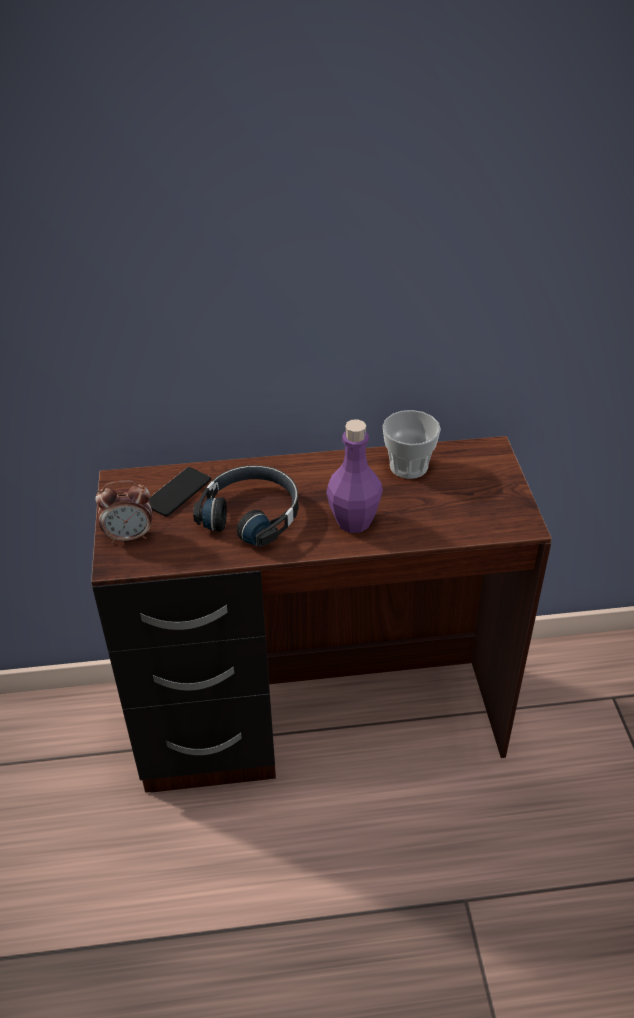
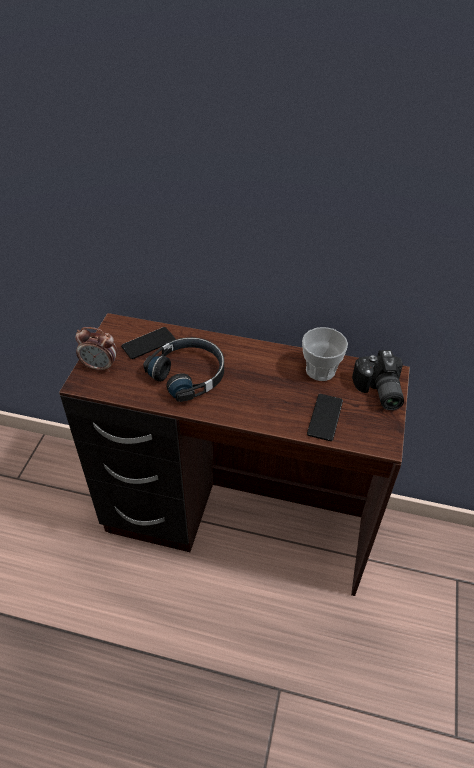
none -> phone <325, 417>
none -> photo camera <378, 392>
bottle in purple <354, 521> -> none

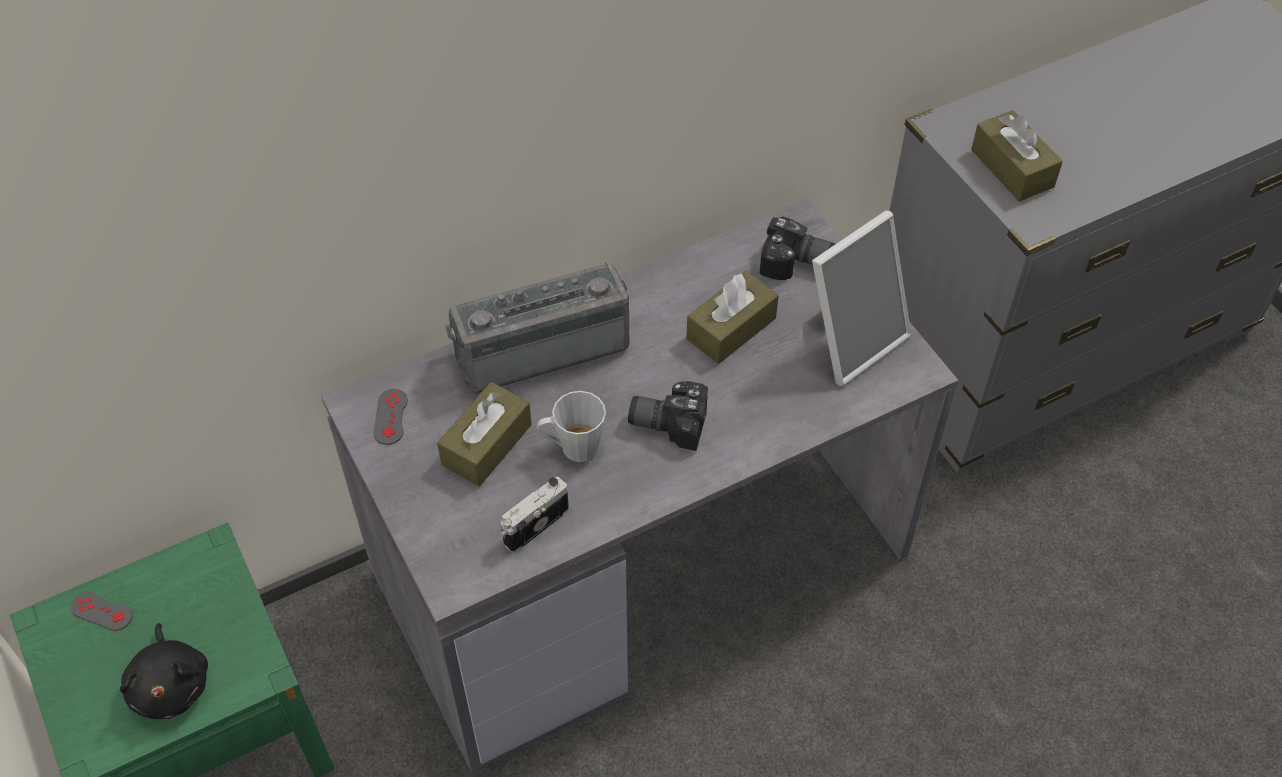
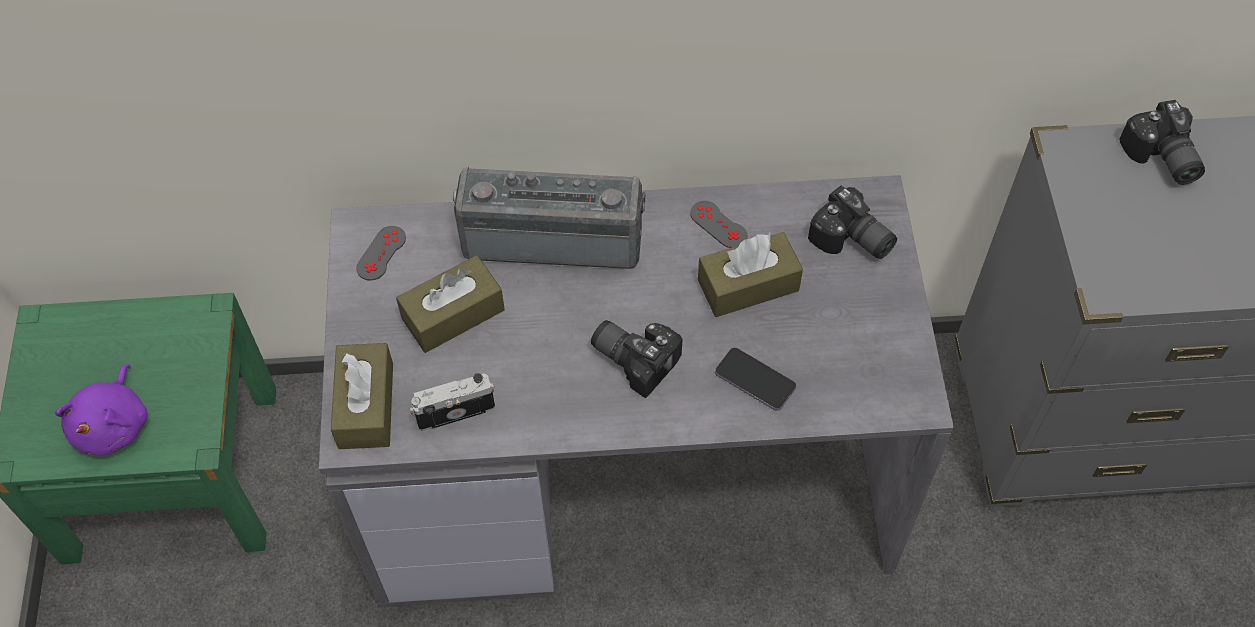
plush toy in black <171, 685> -> plush toy in purple <114, 425>
tissue box in brown <1012, 168> -> tissue box in brown <366, 405>, move
game controller in grey <102, 611> -> game controller in grey <718, 224>, move
none -> phone <755, 380>
none -> photo camera <1160, 159>
mug in grey <572, 447> -> none
picture frame <850, 339> -> none

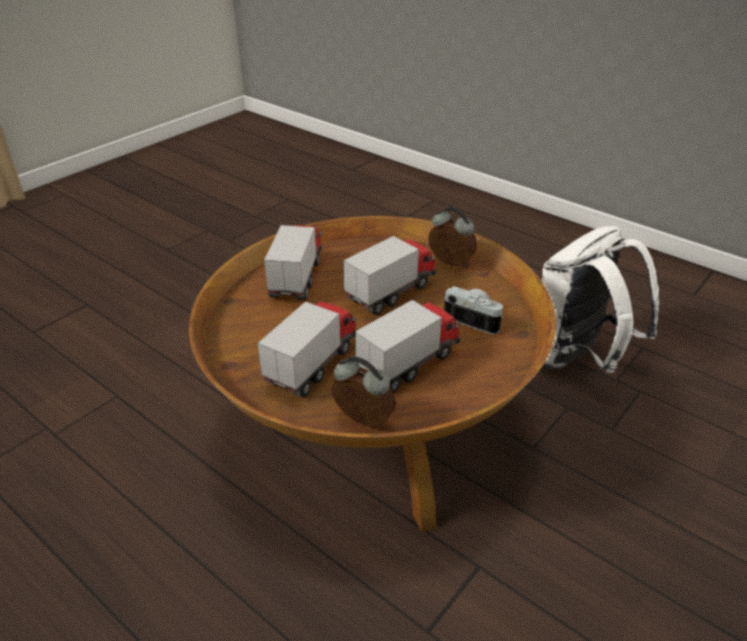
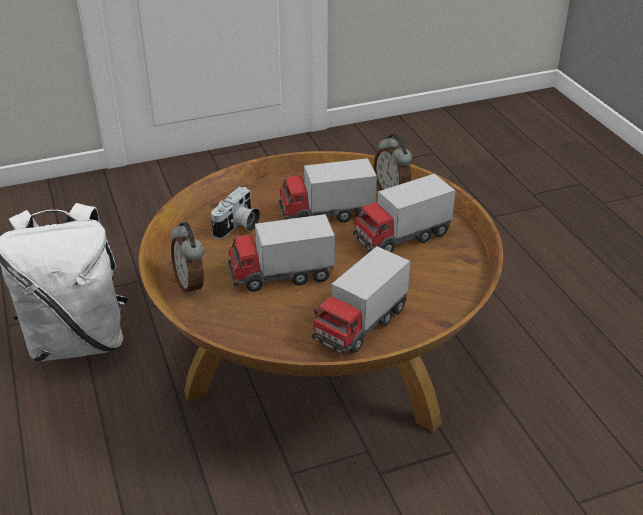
photo camera <474, 319> -> photo camera <238, 227>, 120 degrees counterclockwise

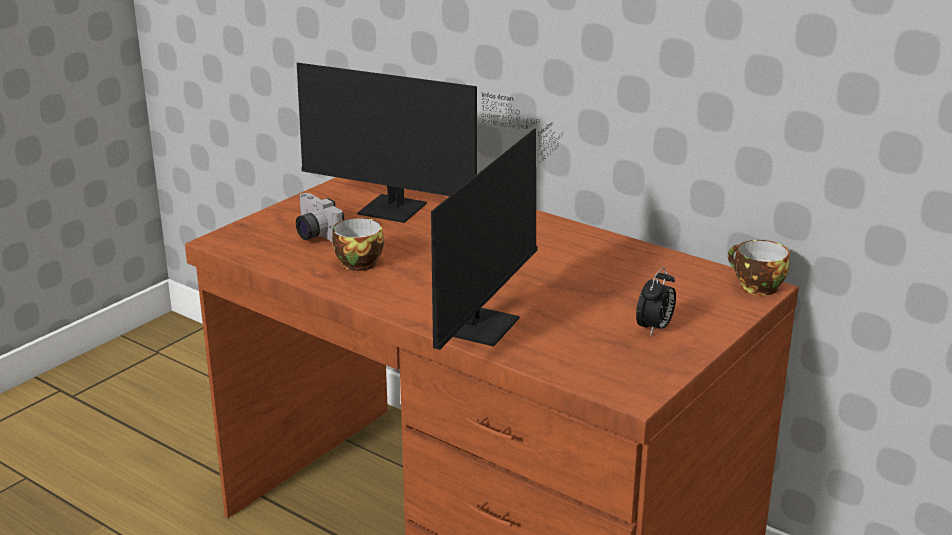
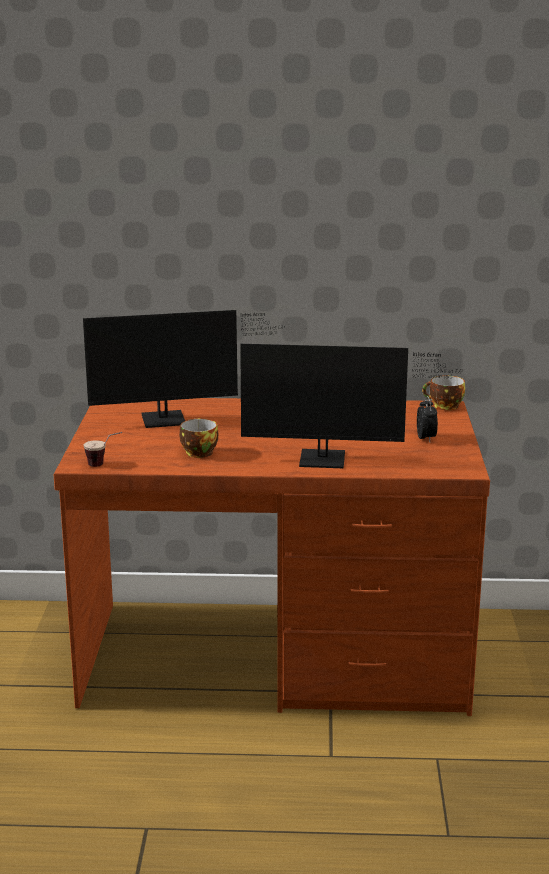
none -> cup <104, 465>
monitor <486, 321> -> monitor <330, 460>, 105 degrees clockwise
photo camera <314, 235> -> none

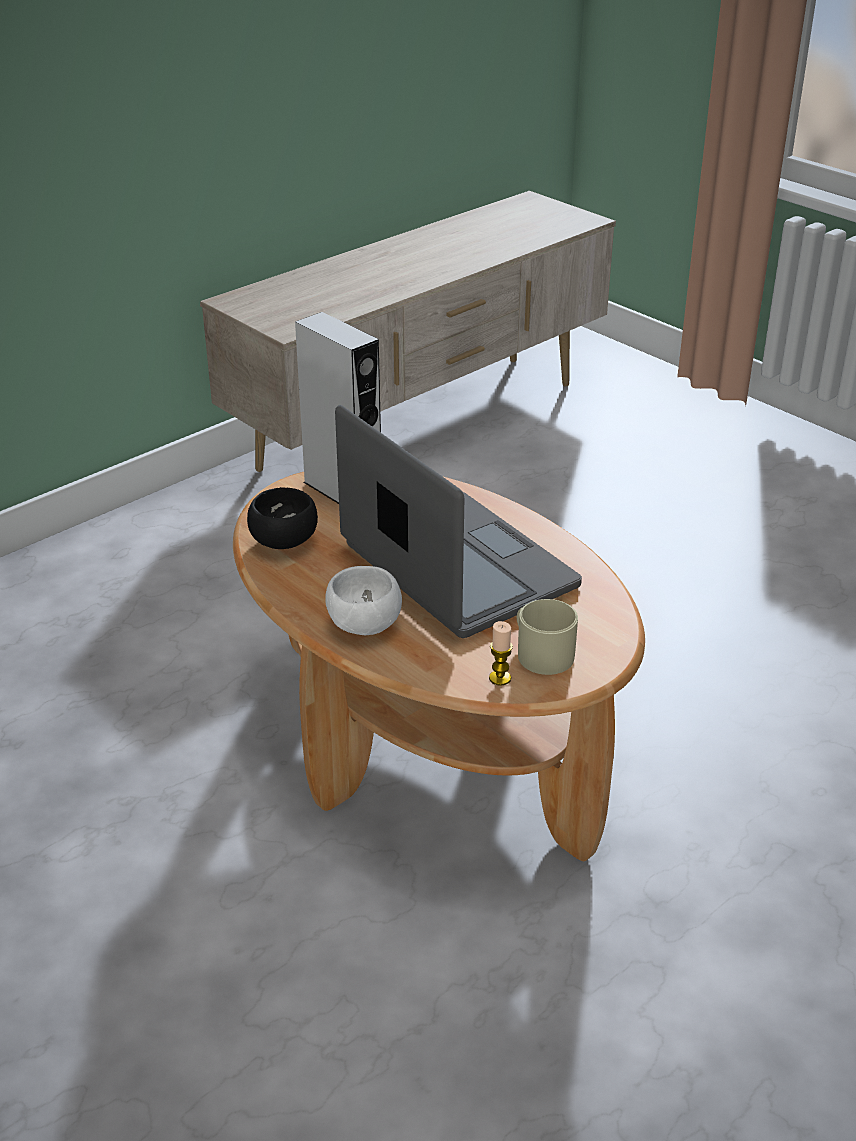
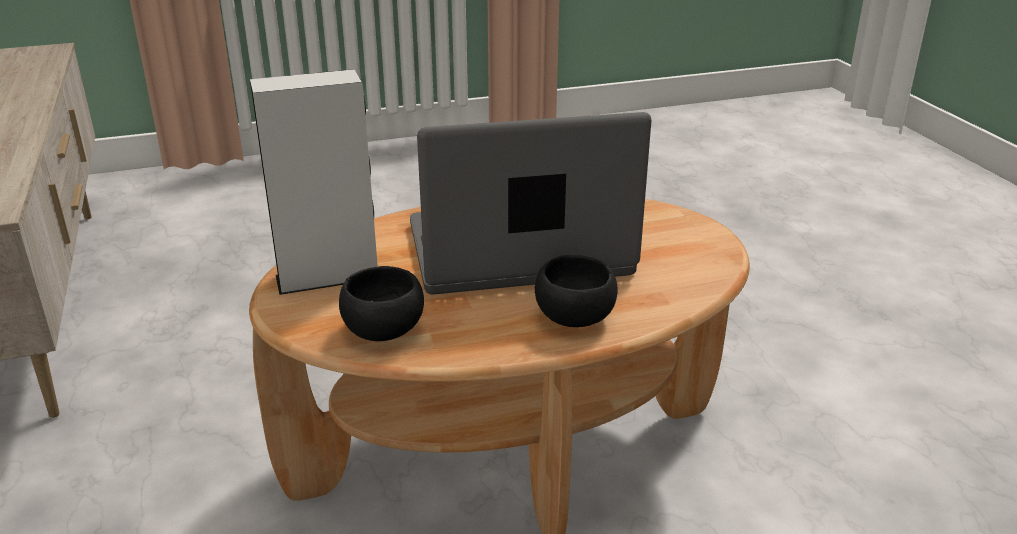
bowl in white <362, 624> -> bowl in black <573, 319>
candle <500, 678> -> none
mug in beige <540, 653> -> none

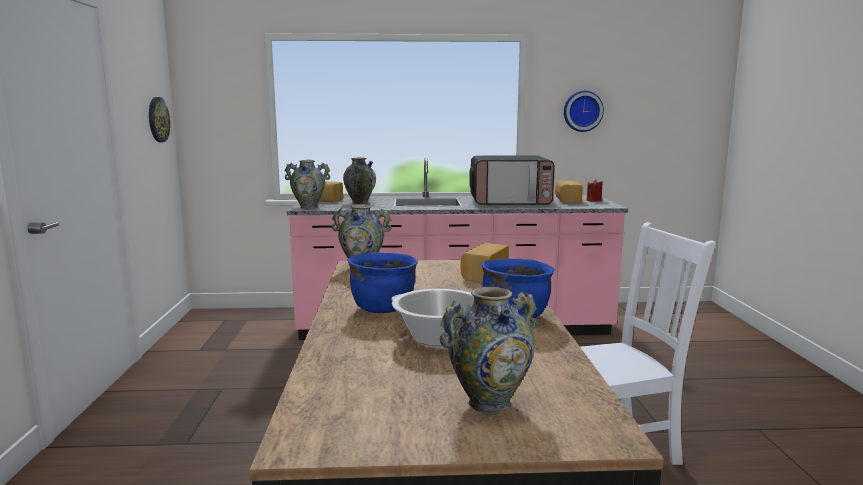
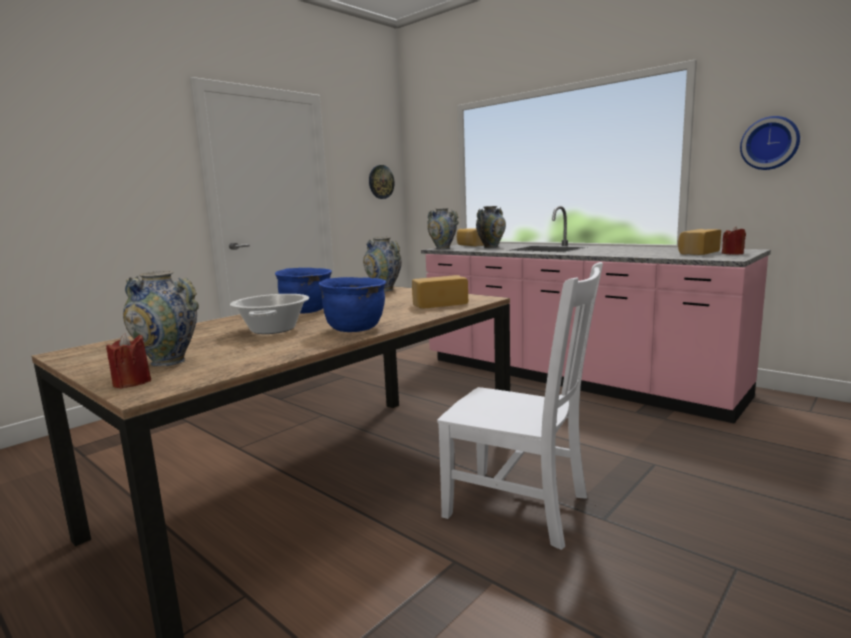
none -> candle in red <132, 383>
microwave <510, 202> -> none

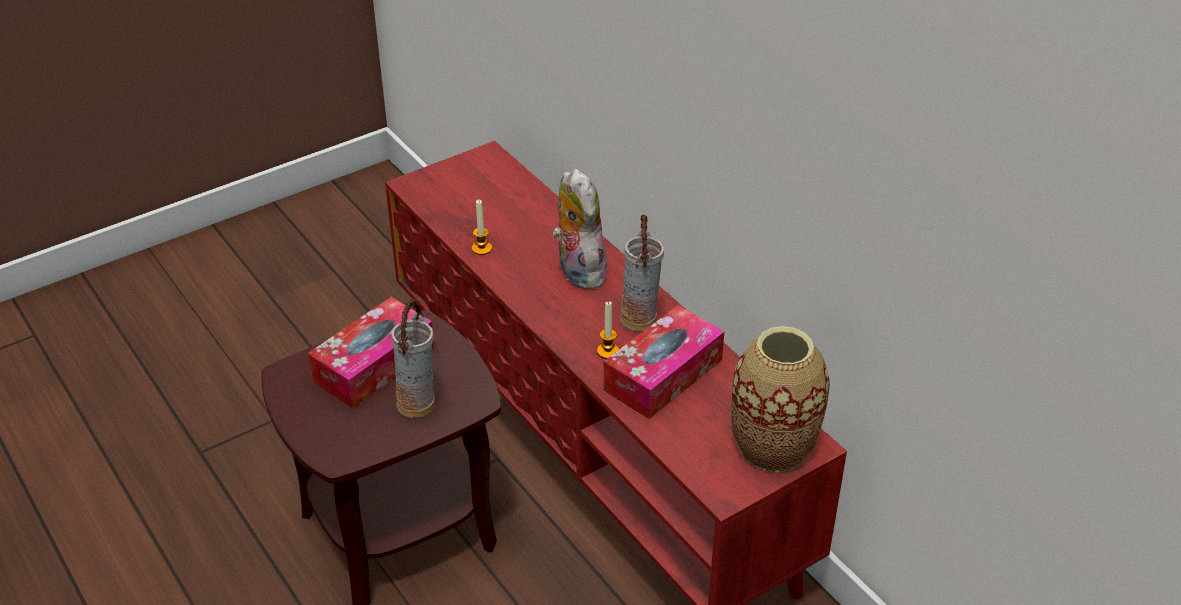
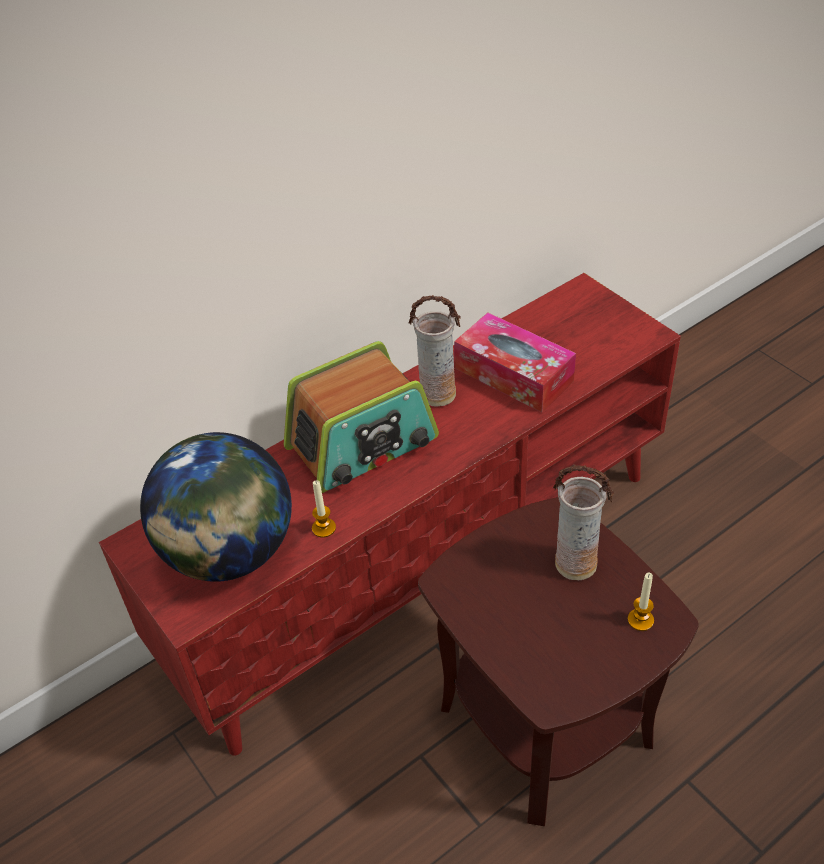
none -> globe <229, 553>
plush toy <577, 271> -> radio <362, 444>
candle <608, 351> -> candle <640, 620>, move
tissue box <374, 365> -> none
vase <773, 446> -> none

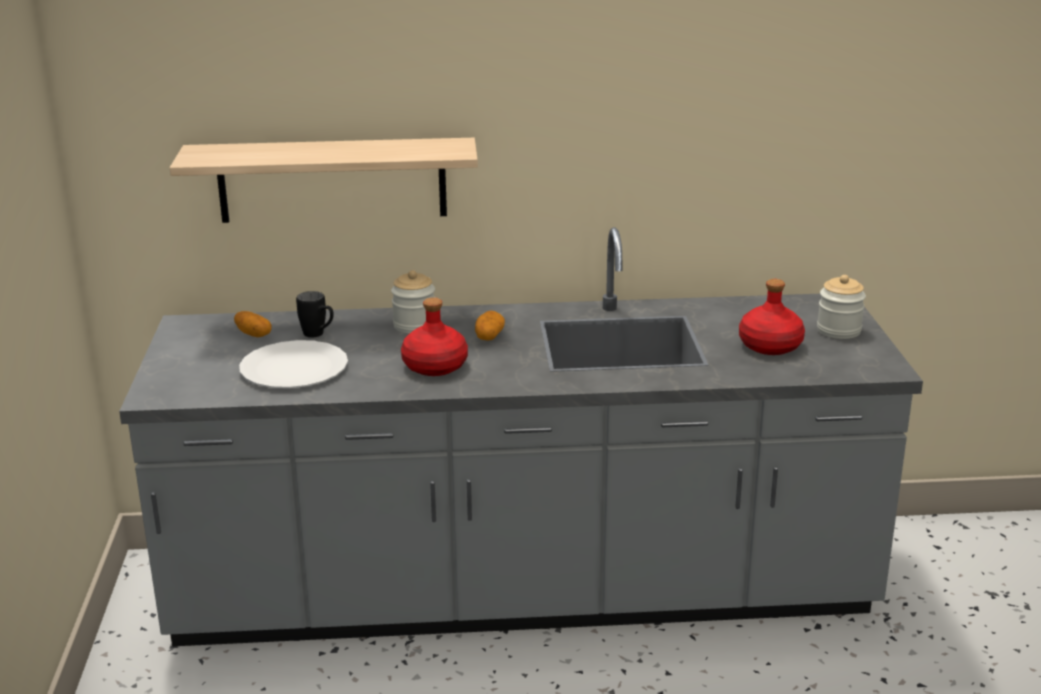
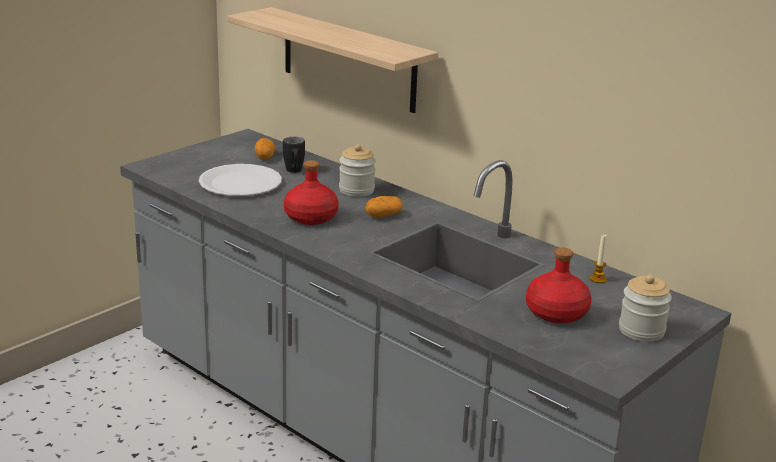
none -> candle <598, 279>

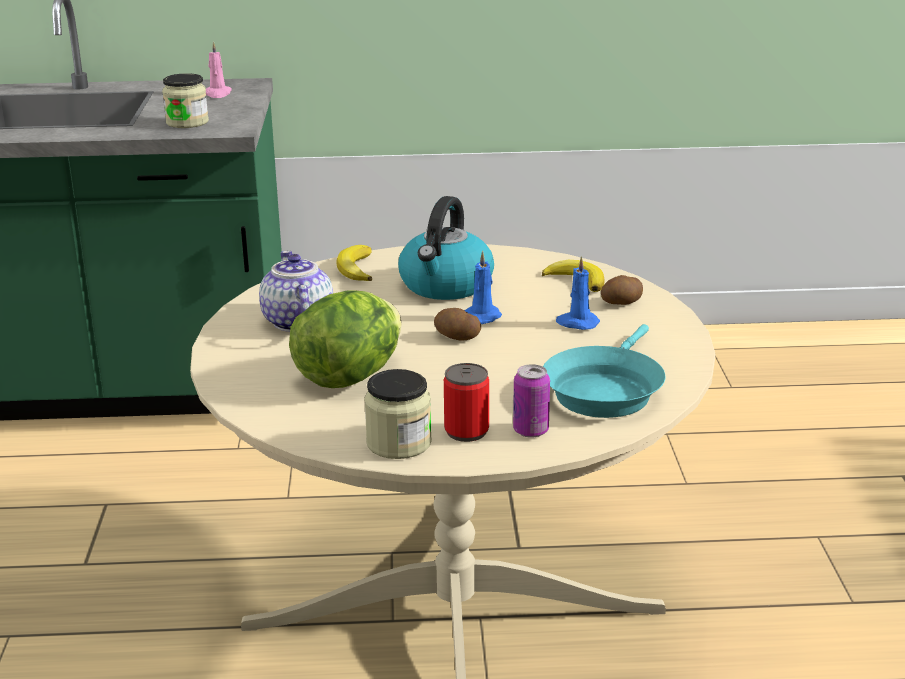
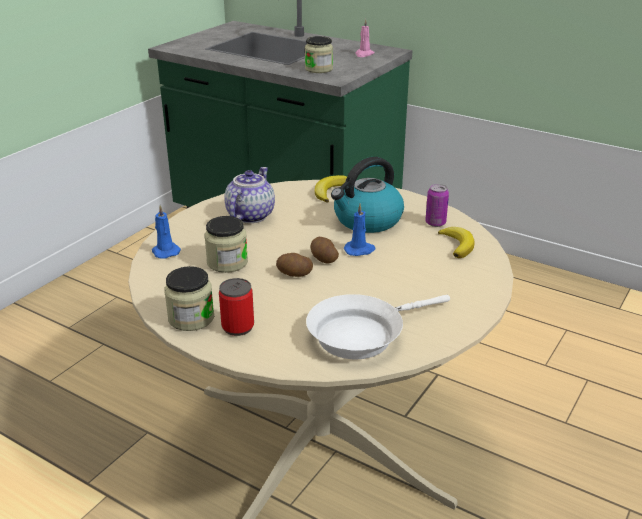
candle in blue <577, 323> -> candle in blue <165, 251>, move
lettuce <349, 377> -> jar <227, 262>
potato <622, 303> -> potato <294, 274>, move
frying pan in turquoise <604, 390> -> frying pan in white <361, 334>
can <531, 431> -> can <435, 223>, move

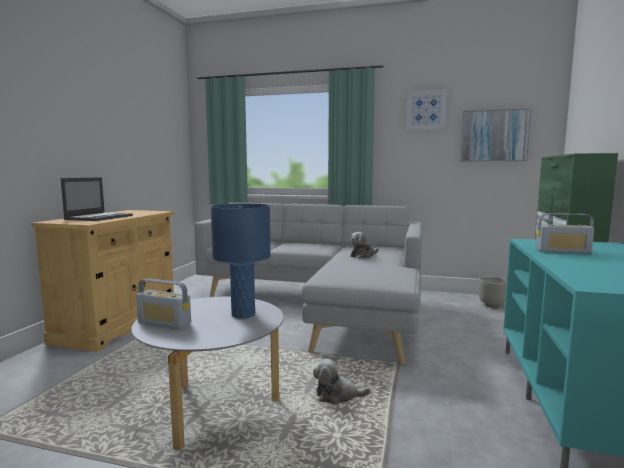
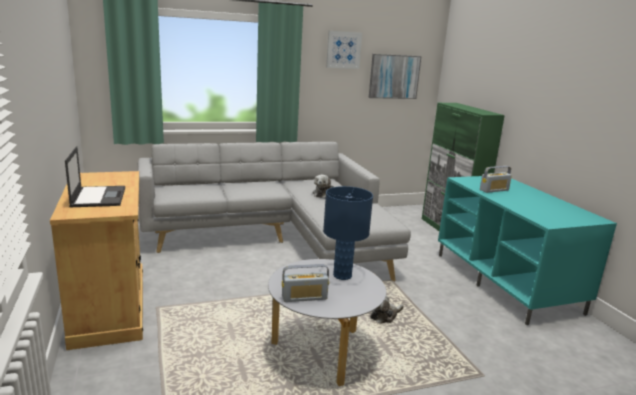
planter in grey <492, 305> -> none

